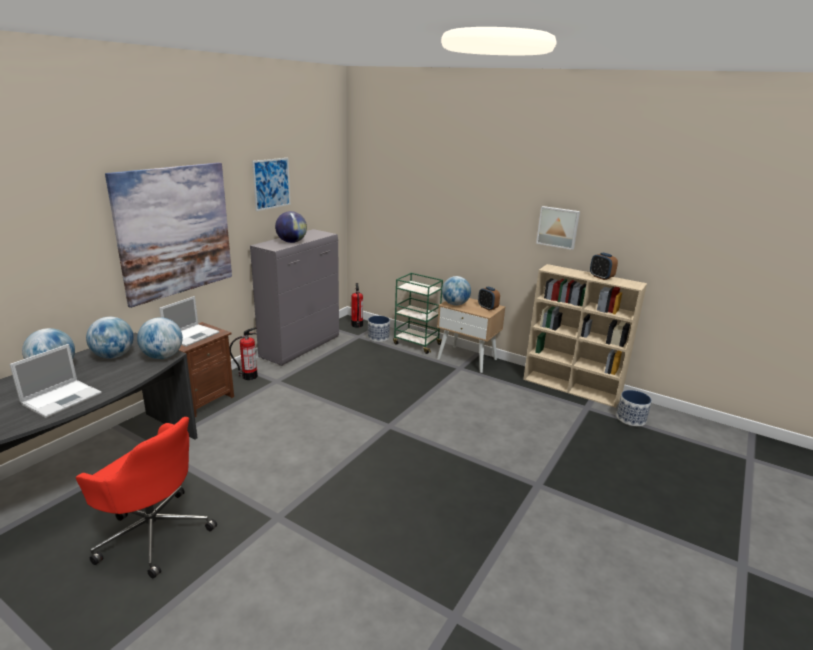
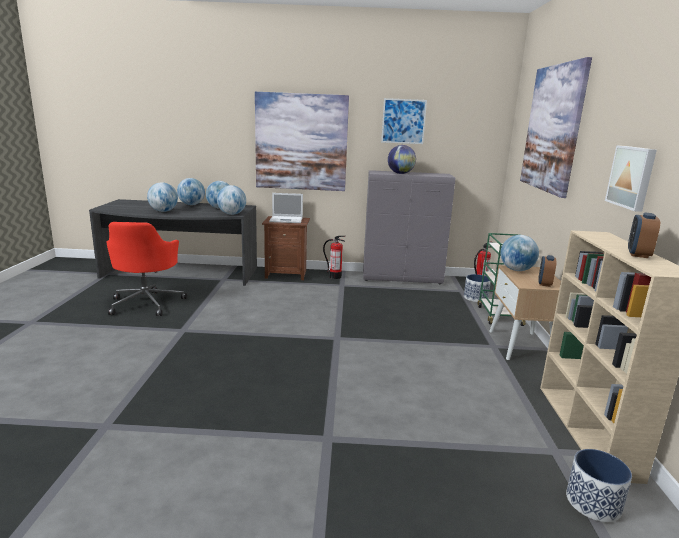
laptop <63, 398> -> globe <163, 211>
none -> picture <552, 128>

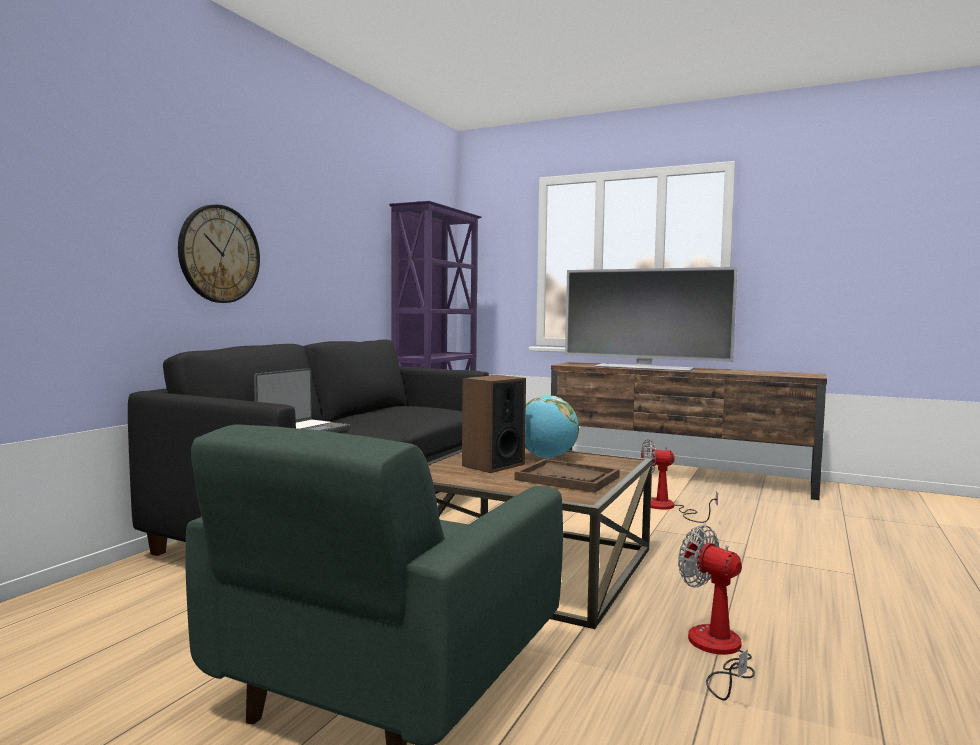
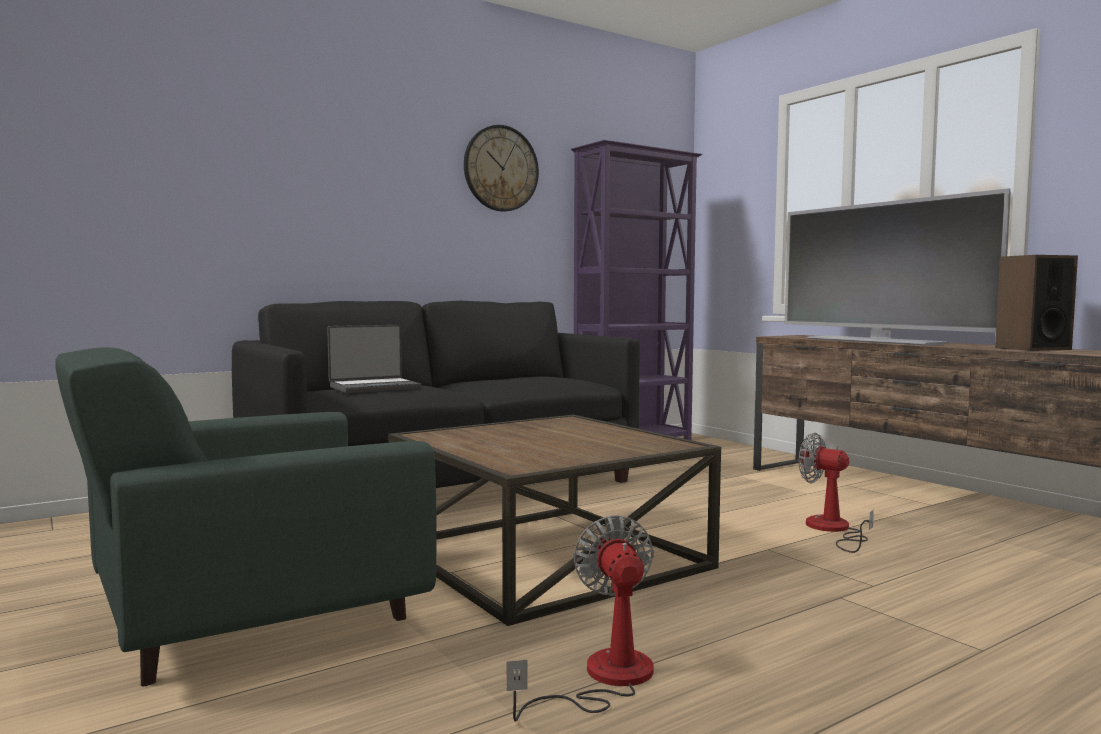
wall clock <219, 254> -> wall clock <500, 168>, move
speaker <493, 465> -> speaker <1032, 348>, move
tray in brown <567, 478> -> none
globe <547, 457> -> none

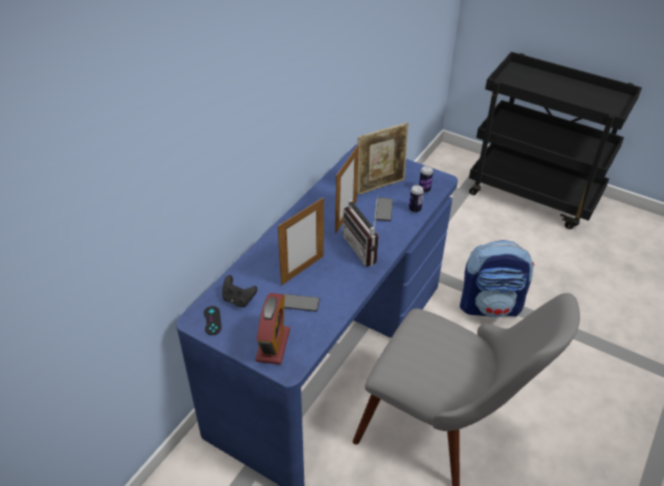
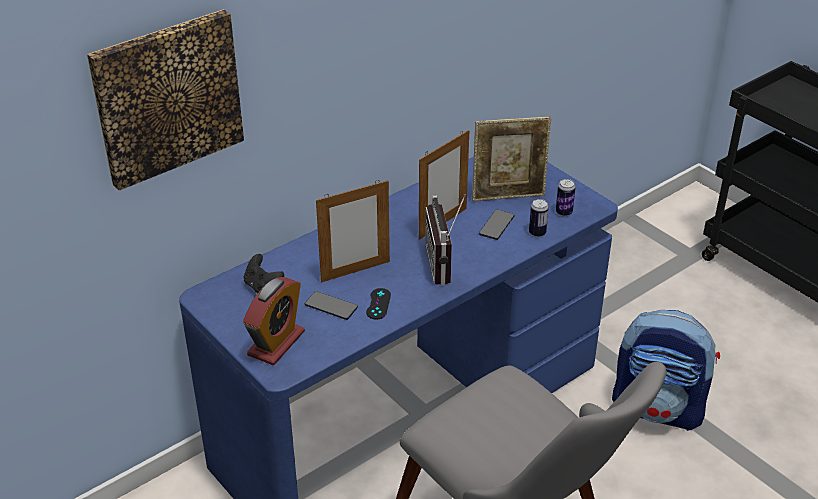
none -> picture <167, 97>
game controller in black <212, 320> -> game controller in black <378, 304>, move

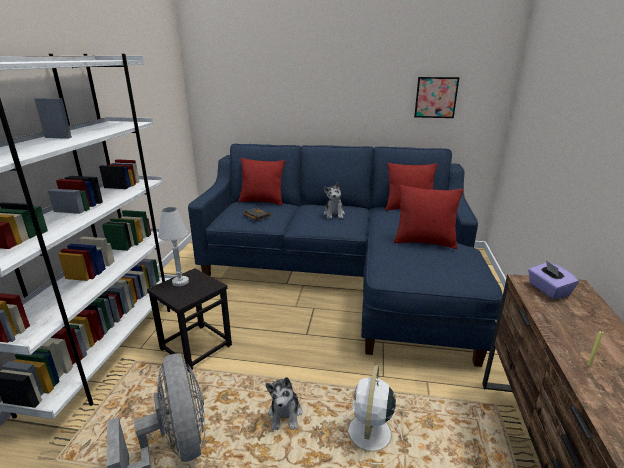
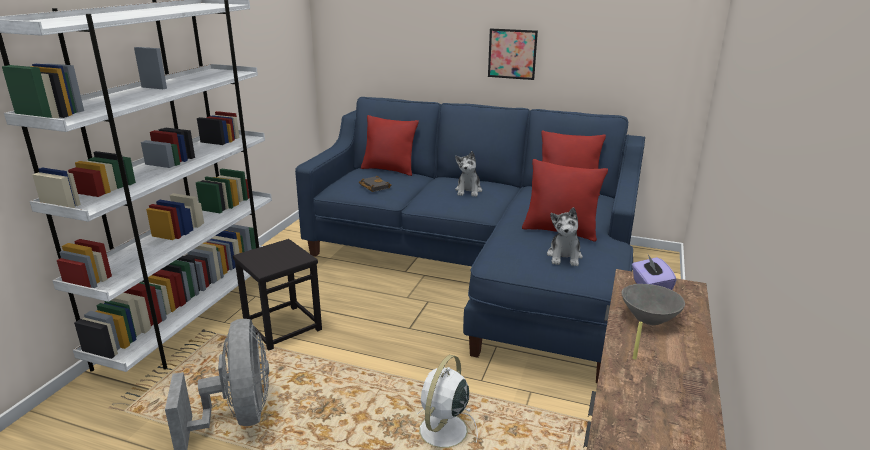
picture <436, 97> -> picture <512, 54>, move
plush toy <285, 414> -> plush toy <564, 256>, move
none -> bowl in grey <648, 318>
table lamp in white <180, 282> -> none

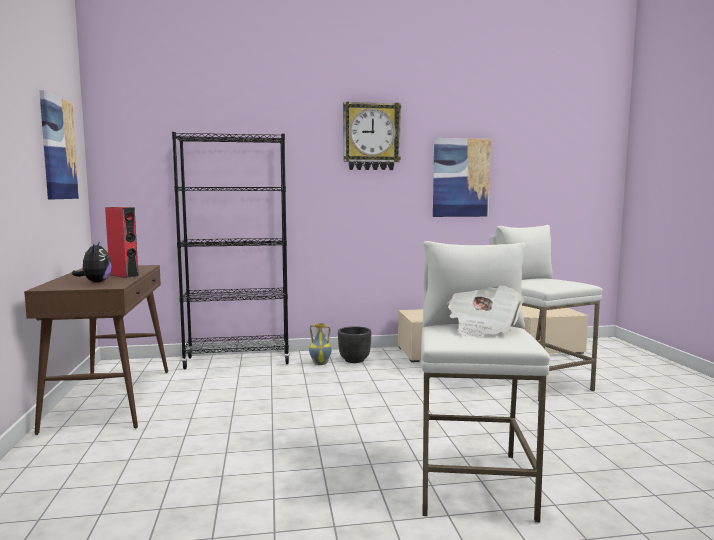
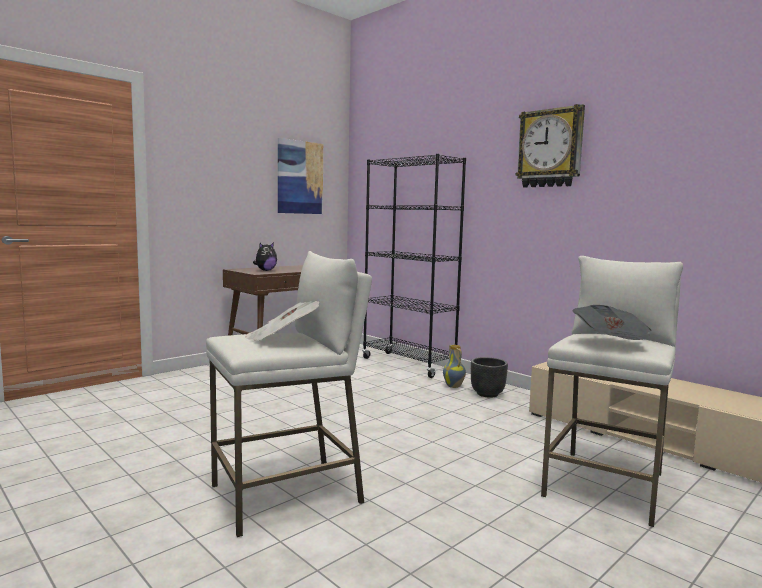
none -> newspaper <612, 343>
speaker in red <123, 275> -> none
picture <461, 177> -> none

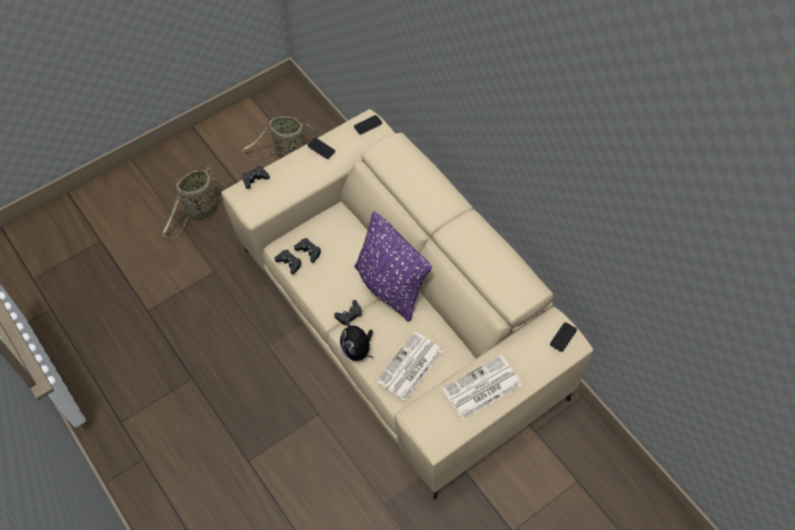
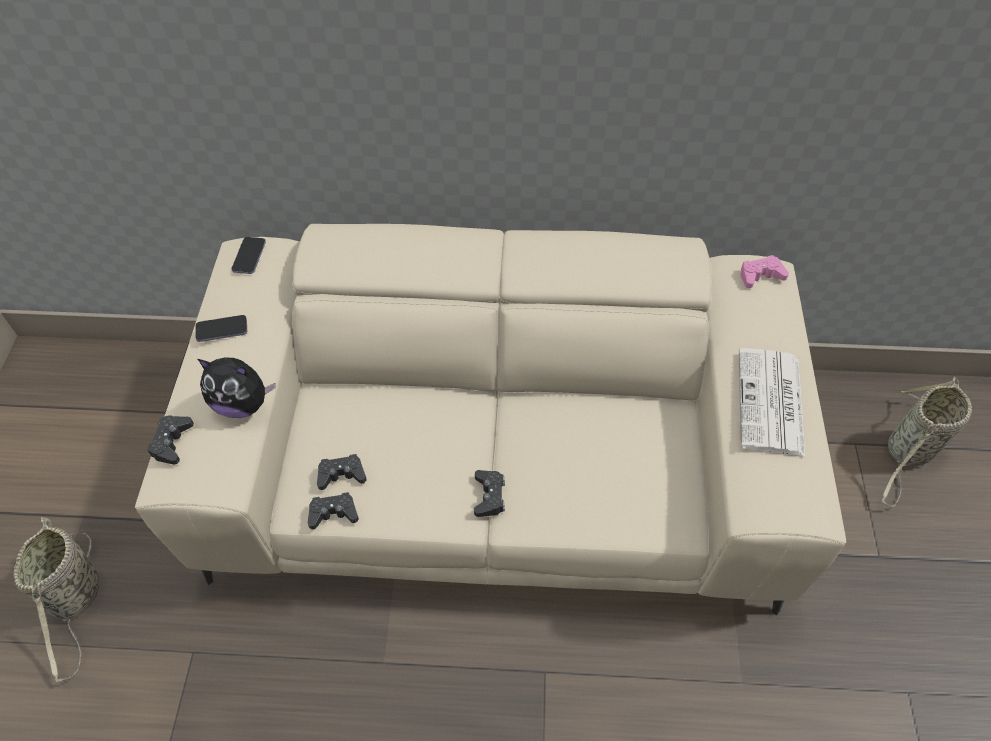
plush toy <357, 350> -> plush toy <242, 404>, move
phone <563, 337> -> game controller in pink <760, 275>
basket <288, 154> -> basket <908, 452>, move
pillow in purple <390, 287> -> none
newspaper <409, 367> -> none

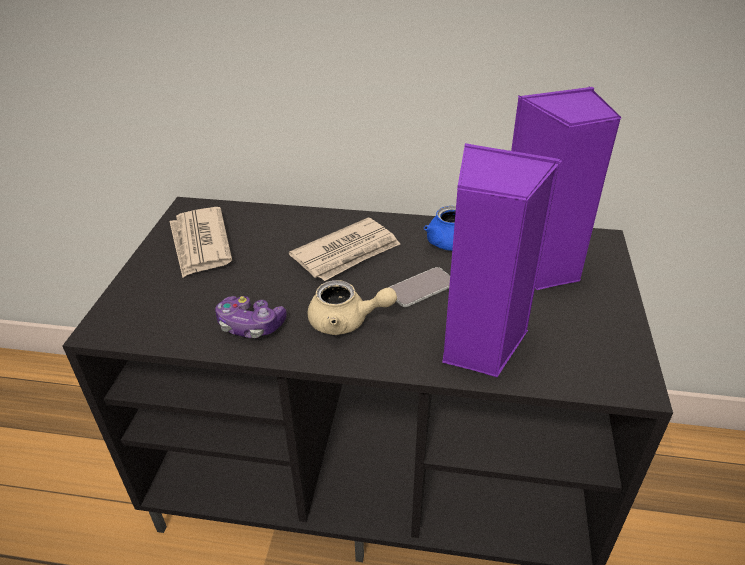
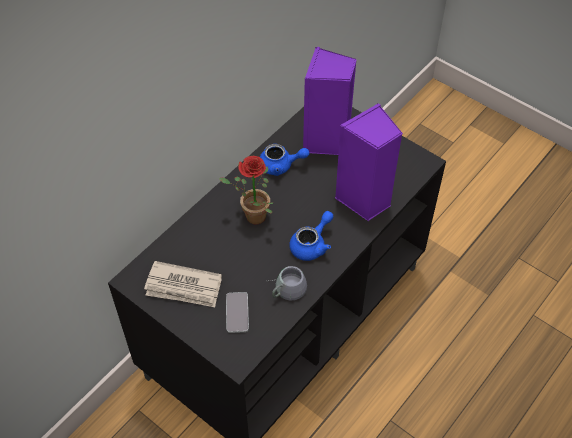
newspaper <347, 253> -> potted plant <251, 217>
phone <421, 288> -> phone <237, 312>, move
game controller <250, 325> -> mug in grey <285, 288>
teapot in beige <346, 322> -> teapot in blue <312, 245>

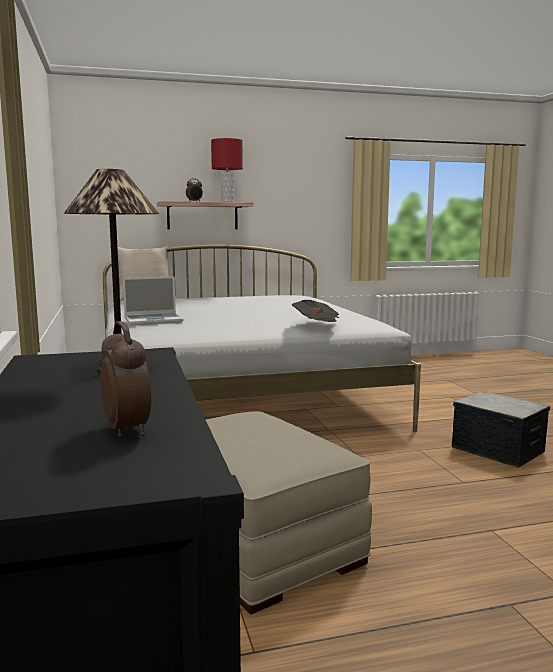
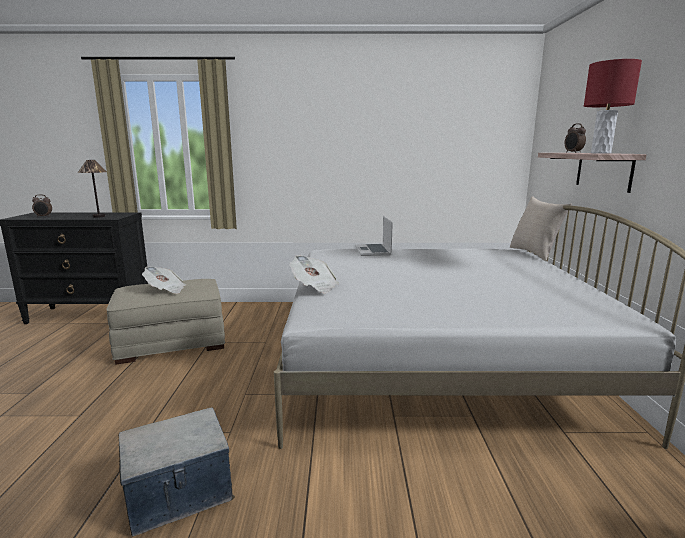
none -> newspaper <165, 290>

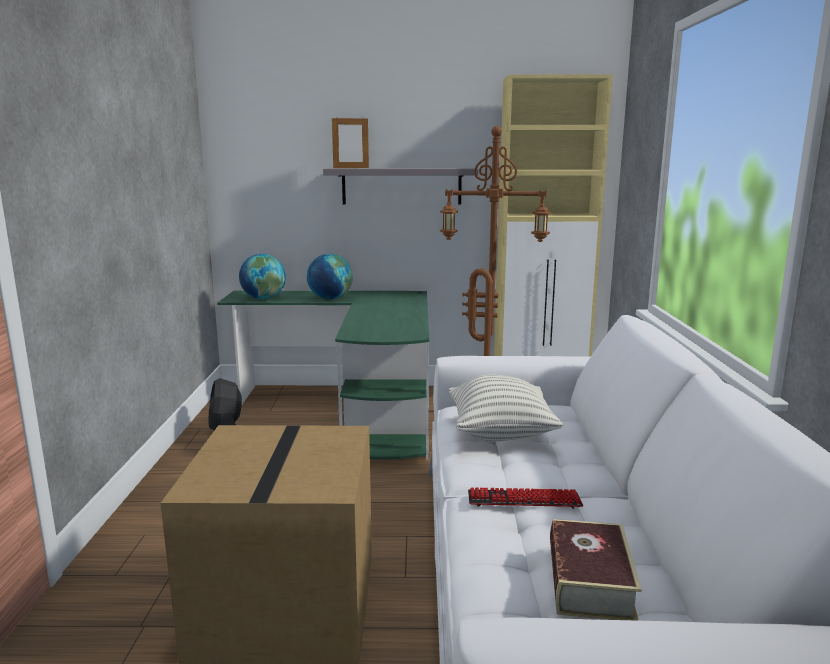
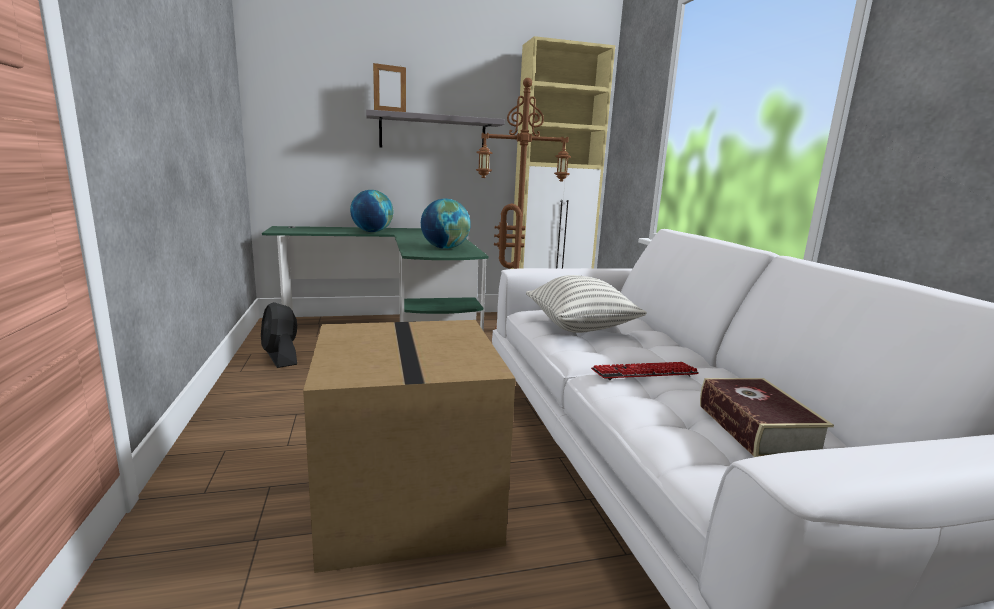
globe <264, 299> -> globe <445, 248>, move

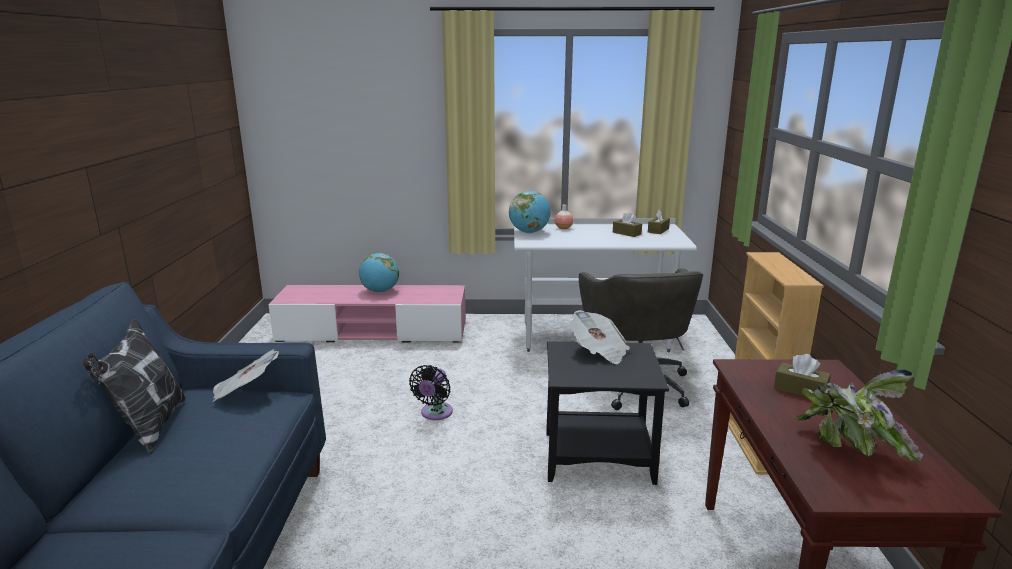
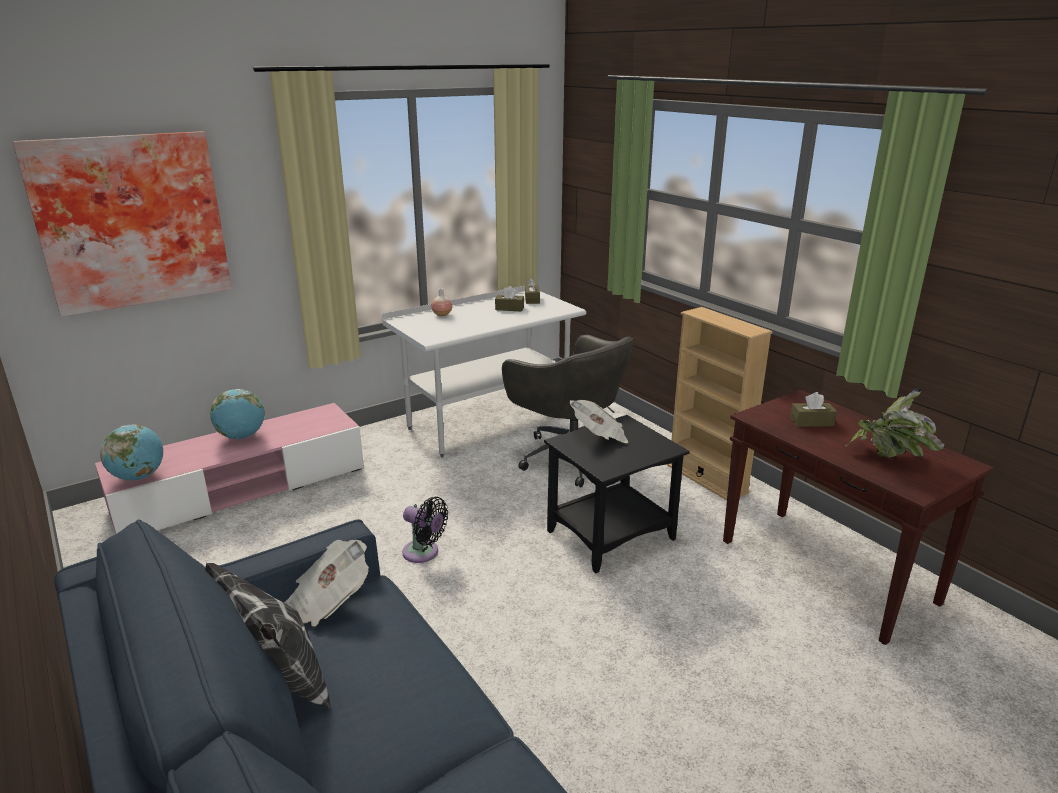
none -> picture <131, 221>
globe <529, 232> -> globe <139, 476>, move
fan in black <435, 413> -> fan in black <424, 553>, 45 degrees counterclockwise

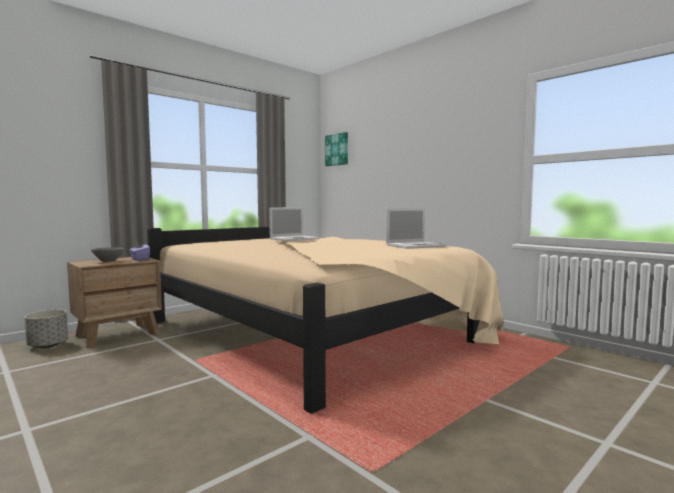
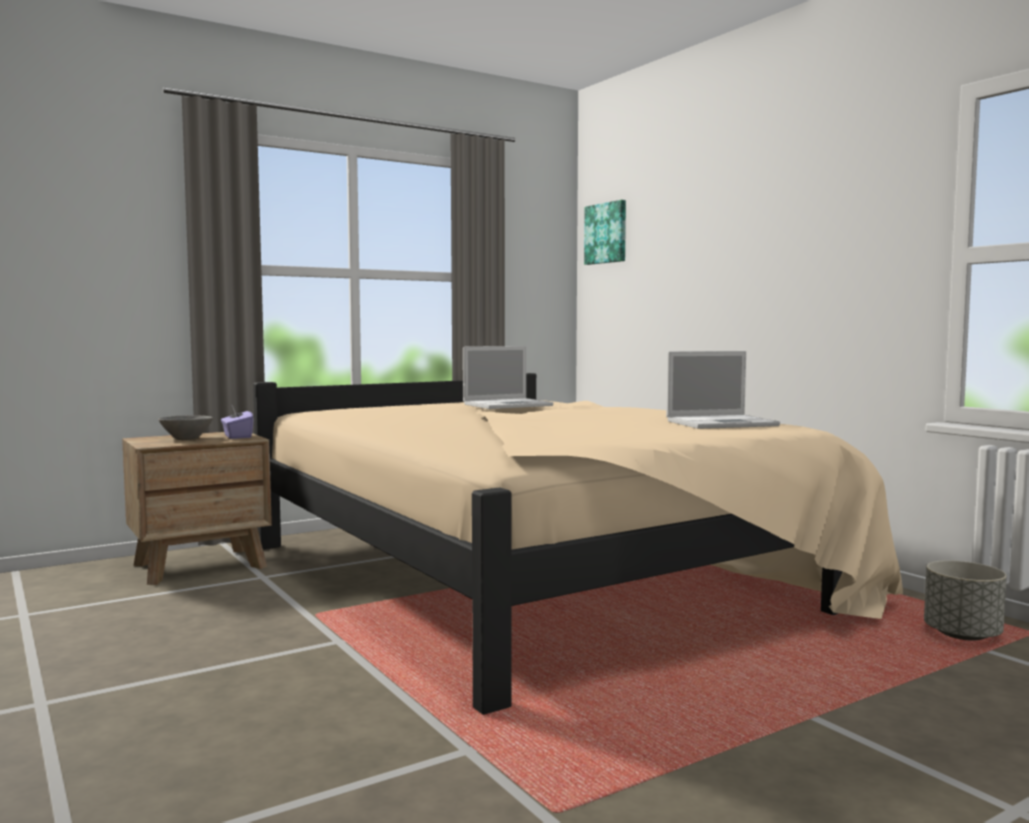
planter in grey <48, 346> -> planter in grey <963, 635>, move

